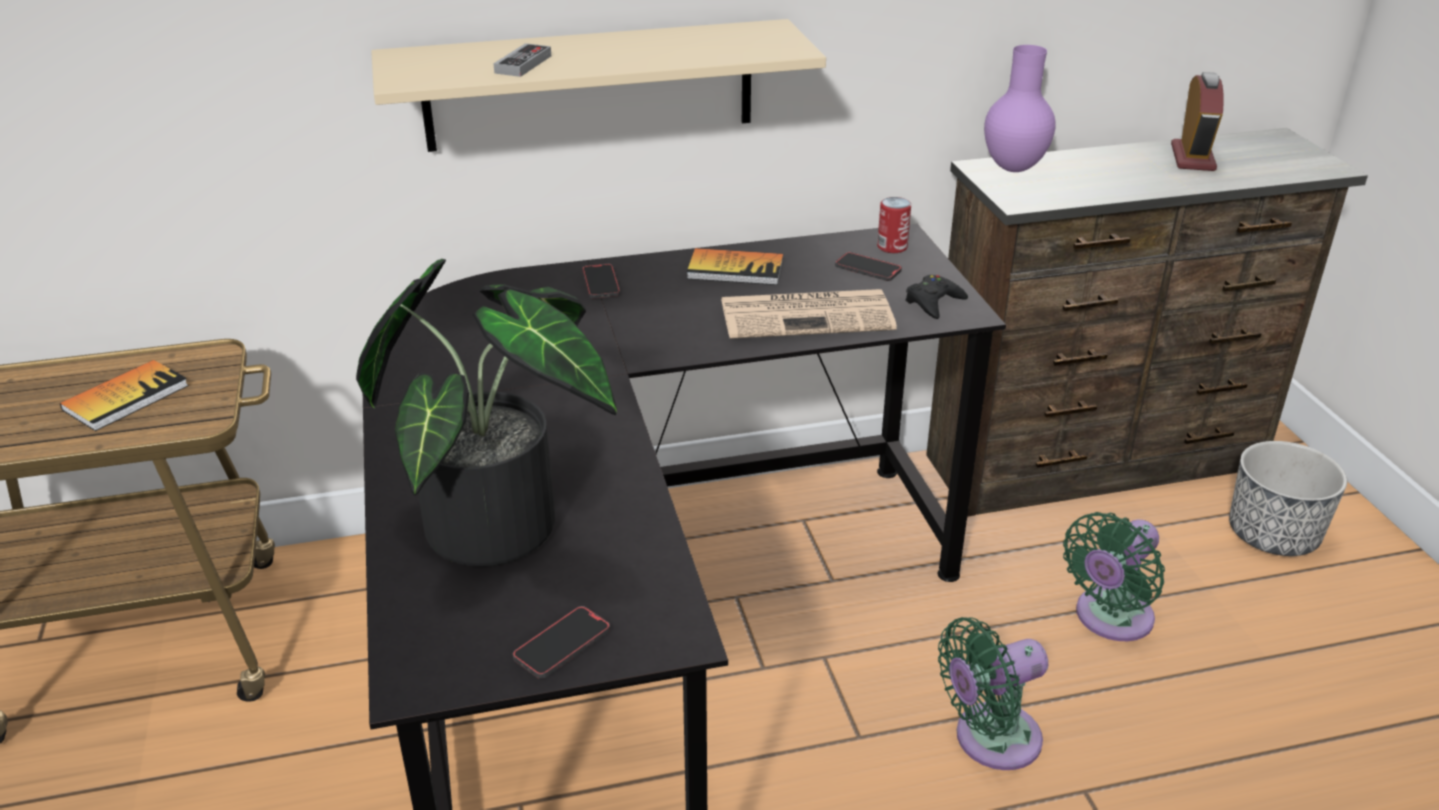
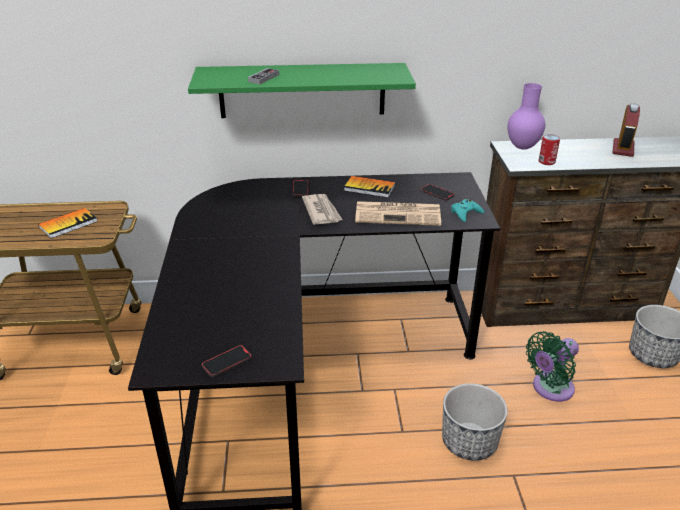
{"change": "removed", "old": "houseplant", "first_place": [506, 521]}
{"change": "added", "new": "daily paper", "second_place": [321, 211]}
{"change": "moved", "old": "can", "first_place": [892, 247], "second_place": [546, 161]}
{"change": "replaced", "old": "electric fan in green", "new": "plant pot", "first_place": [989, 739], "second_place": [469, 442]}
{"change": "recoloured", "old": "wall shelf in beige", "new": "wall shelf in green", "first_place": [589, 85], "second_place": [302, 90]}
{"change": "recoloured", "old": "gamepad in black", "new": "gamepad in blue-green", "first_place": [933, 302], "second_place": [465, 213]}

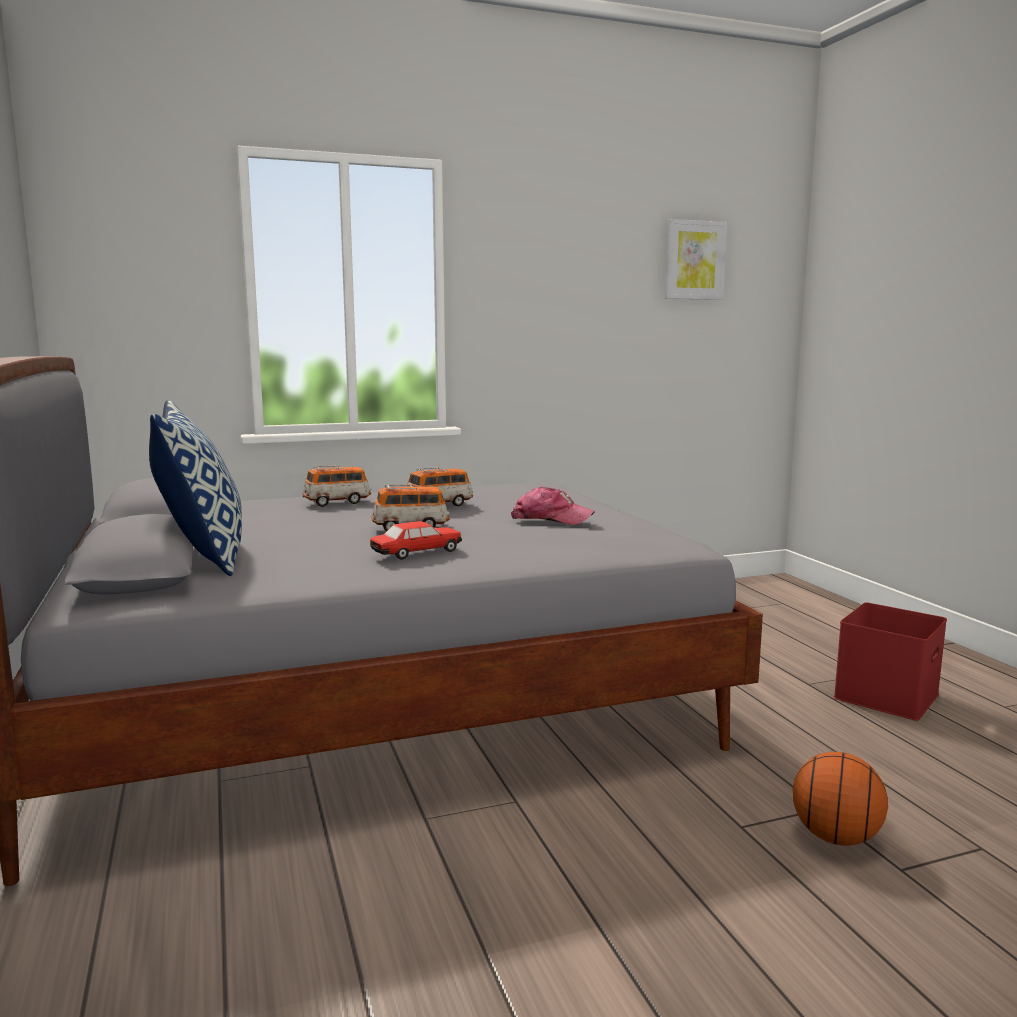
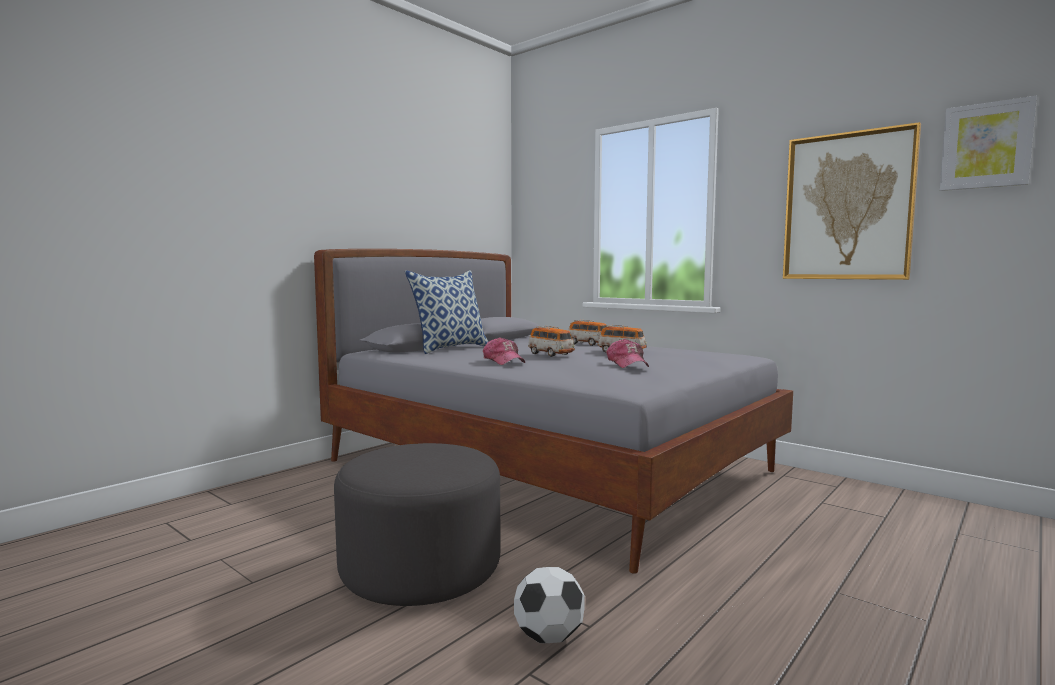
{"change": "removed", "old": "storage bin in red", "first_place": [885, 695]}
{"change": "added", "new": "pouffe in gray", "second_place": [420, 569]}
{"change": "added", "new": "wall art", "second_place": [847, 207]}
{"change": "replaced", "old": "toy car", "new": "baseball cap", "first_place": [416, 553], "second_place": [503, 361]}
{"change": "replaced", "old": "ball for basketball", "new": "football", "first_place": [835, 837], "second_place": [549, 637]}

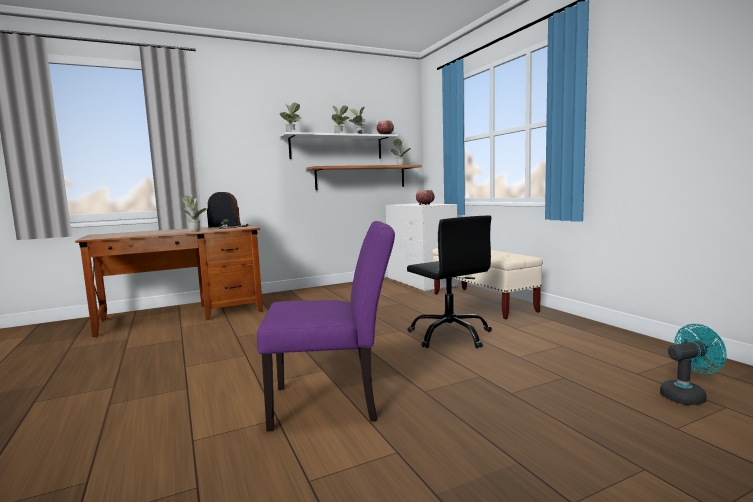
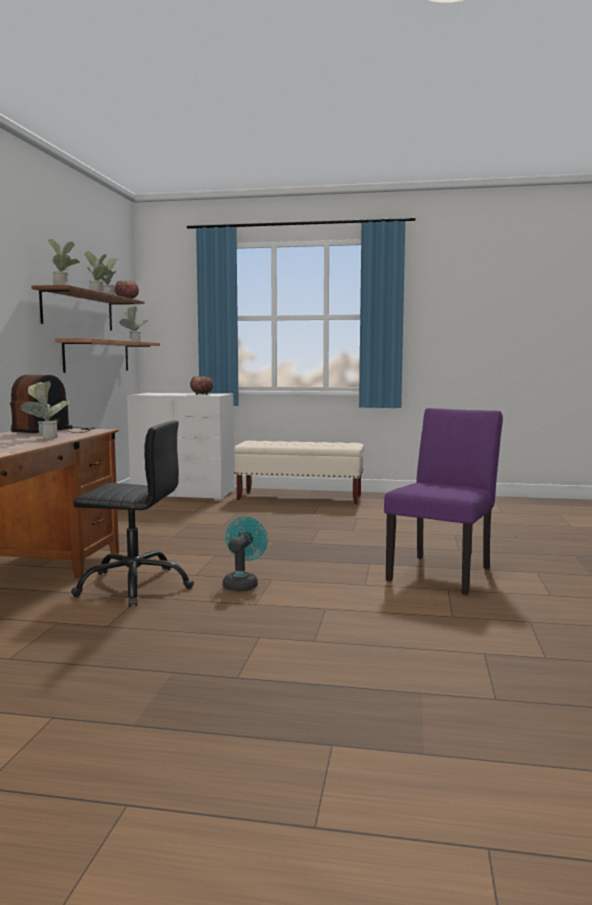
{"change": "moved", "old": "desk chair in black", "first_place": [450, 335], "second_place": [134, 585]}
{"change": "moved", "old": "electric fan in blue-green", "first_place": [687, 395], "second_place": [242, 584]}
{"change": "recoloured", "old": "wall shelf in whitish", "new": "wall shelf in brown-coloured", "first_place": [336, 147], "second_place": [78, 311]}

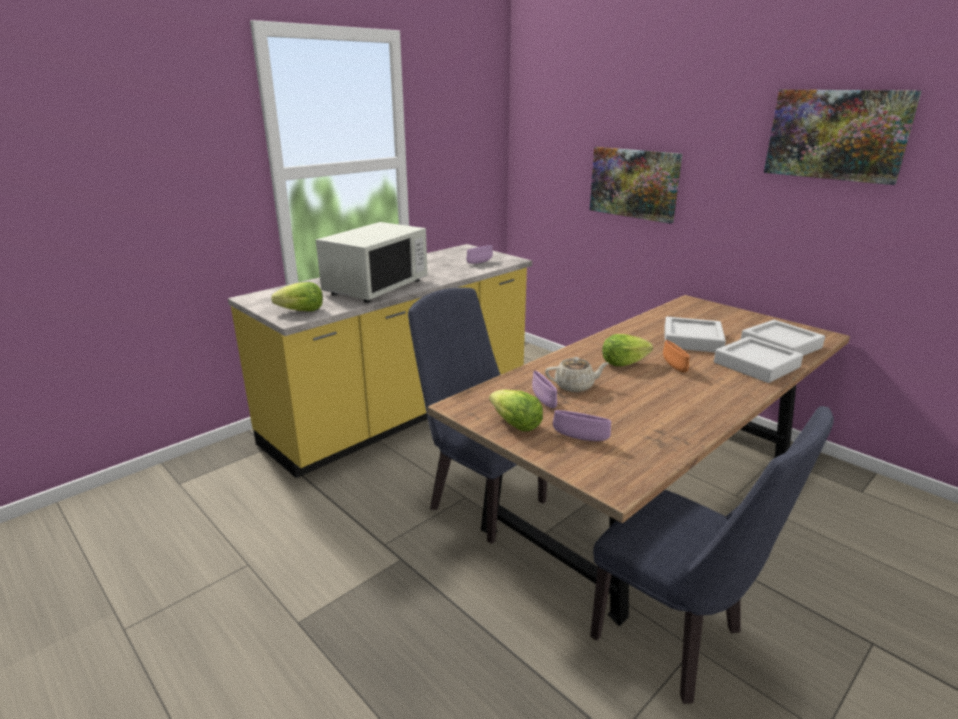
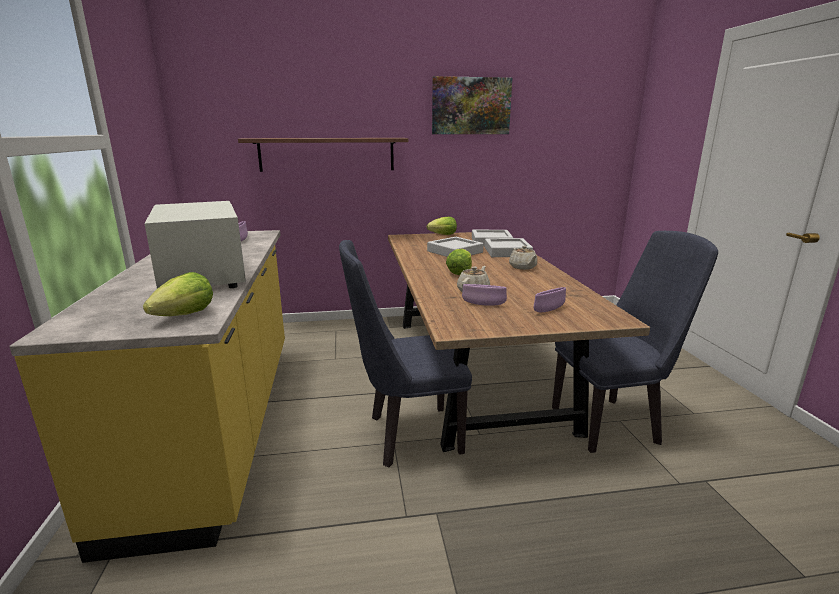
{"change": "removed", "old": "serving bowl in orange-coloured", "first_place": [674, 367]}
{"change": "added", "new": "pot for tea in beige", "second_place": [523, 267]}
{"change": "moved", "old": "lettuce head", "first_place": [516, 425], "second_place": [443, 235]}
{"change": "replaced", "old": "wall art", "new": "wall shelf", "first_place": [634, 183], "second_place": [327, 154]}

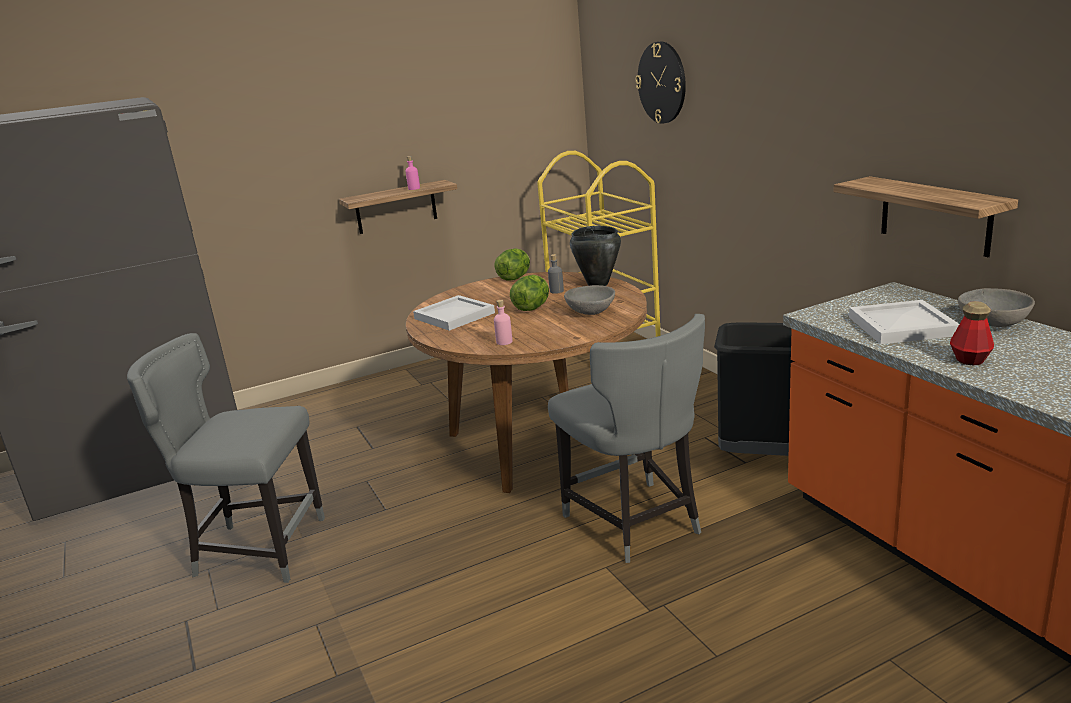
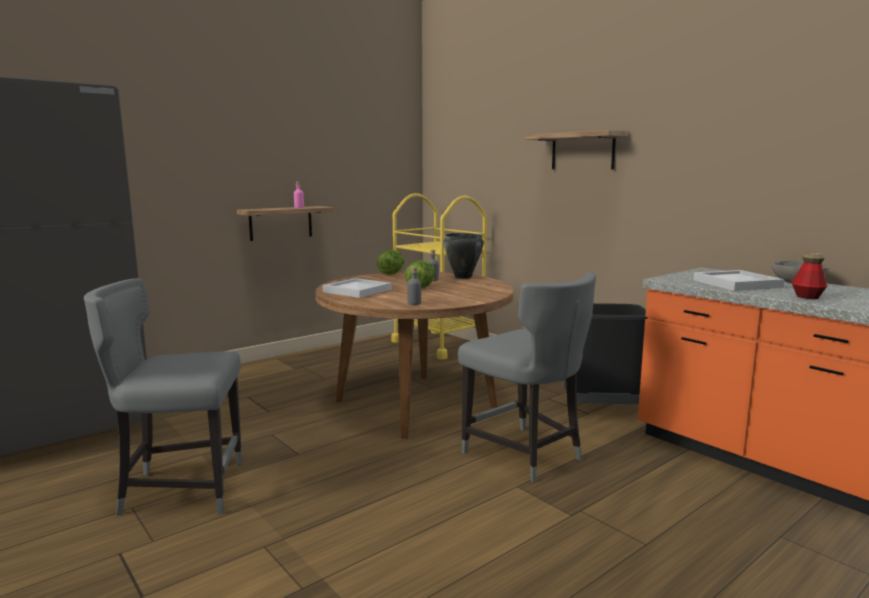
{"change": "removed", "old": "serving bowl in gray", "first_place": [591, 312]}
{"change": "removed", "old": "wall clock", "first_place": [662, 82]}
{"change": "moved", "old": "wall shelf", "first_place": [935, 215], "second_place": [582, 151]}
{"change": "recoloured", "old": "drink bottle in pinkish", "new": "drink bottle in gray", "first_place": [504, 342], "second_place": [414, 303]}

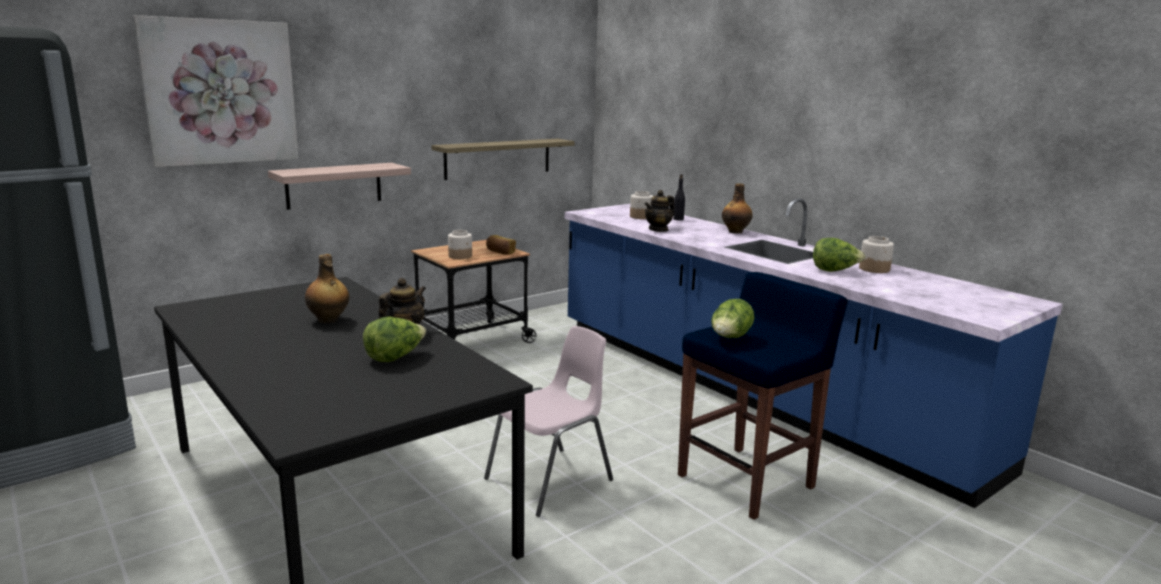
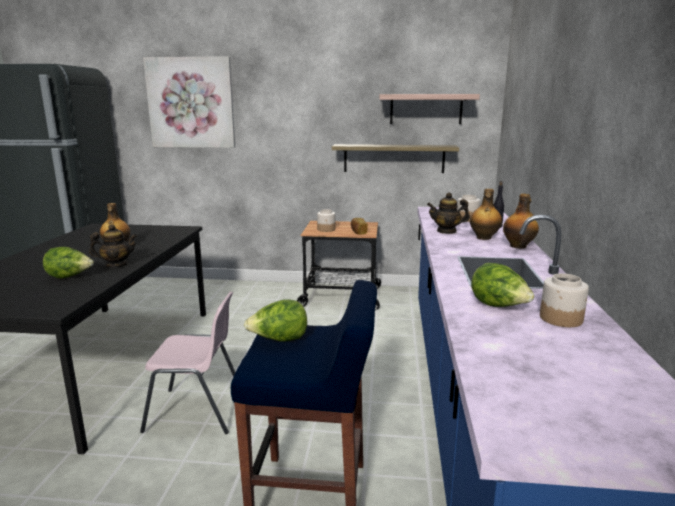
{"change": "added", "new": "drink bottle", "second_place": [483, 238]}
{"change": "moved", "old": "wall shelf", "first_place": [334, 185], "second_place": [426, 109]}

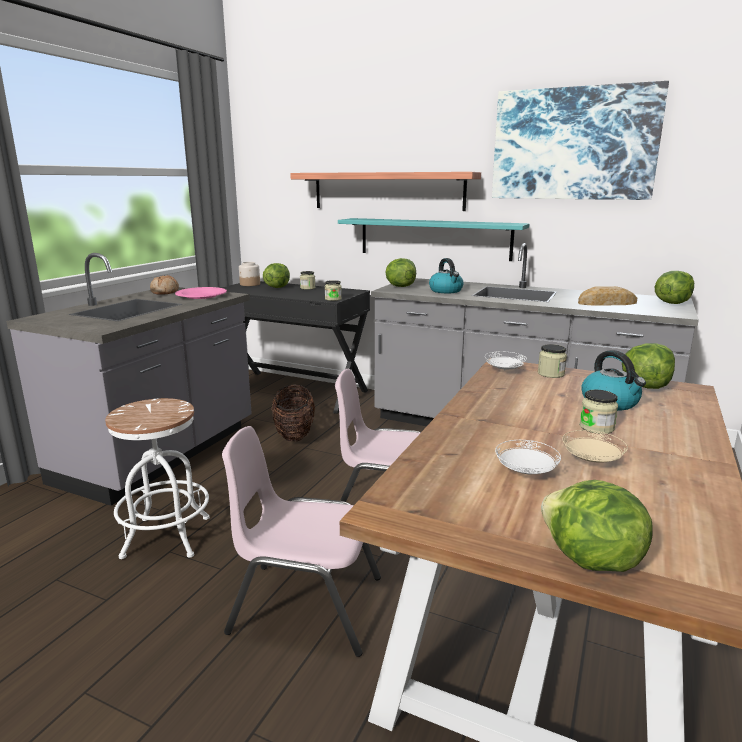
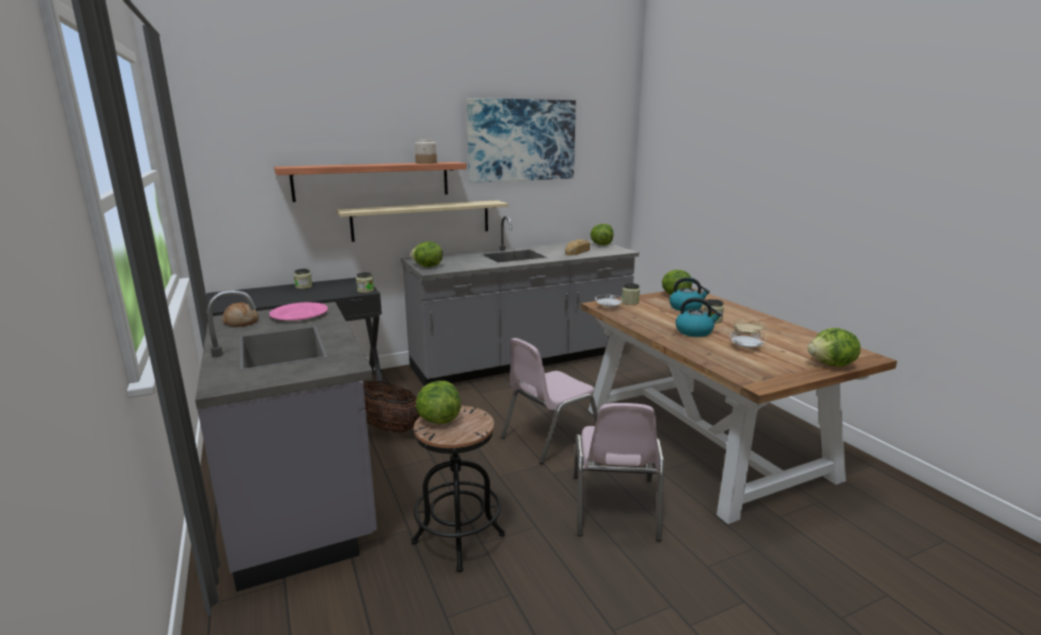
{"change": "moved", "old": "preserve jar", "first_place": [250, 284], "second_place": [426, 163]}
{"change": "moved", "old": "lettuce head", "first_place": [277, 287], "second_place": [438, 420]}
{"change": "moved", "old": "kettle", "first_place": [446, 291], "second_place": [694, 332]}
{"change": "recoloured", "old": "stool seat in whitish", "new": "stool seat in black", "first_place": [166, 537], "second_place": [458, 538]}
{"change": "recoloured", "old": "wall shelf in blue-green", "new": "wall shelf in beige", "first_place": [434, 238], "second_place": [422, 220]}
{"change": "turned", "old": "upright chair in pinkish", "first_place": [306, 605], "second_place": [615, 506], "degrees": -45}

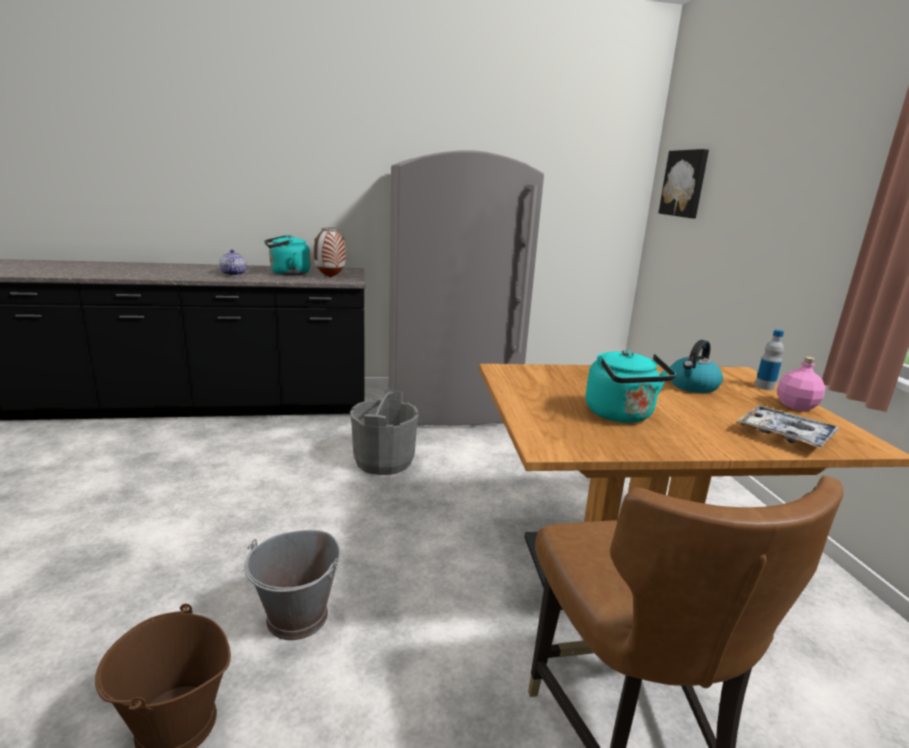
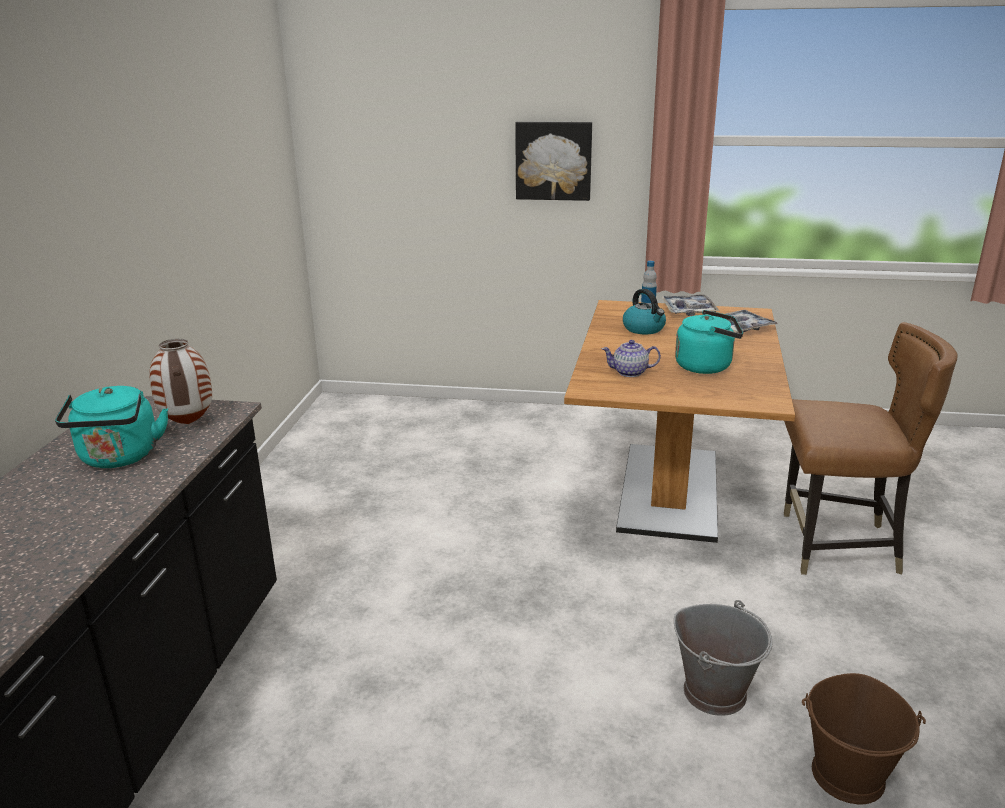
{"change": "removed", "old": "bucket in gray", "first_place": [383, 461]}
{"change": "removed", "old": "refrigerator in gray", "first_place": [451, 406]}
{"change": "moved", "old": "pot for tea", "first_place": [233, 274], "second_place": [630, 372]}
{"change": "moved", "old": "wall art", "first_place": [685, 183], "second_place": [553, 160]}
{"change": "replaced", "old": "drink bottle in pinkish", "new": "tray", "first_place": [796, 406], "second_place": [688, 310]}

